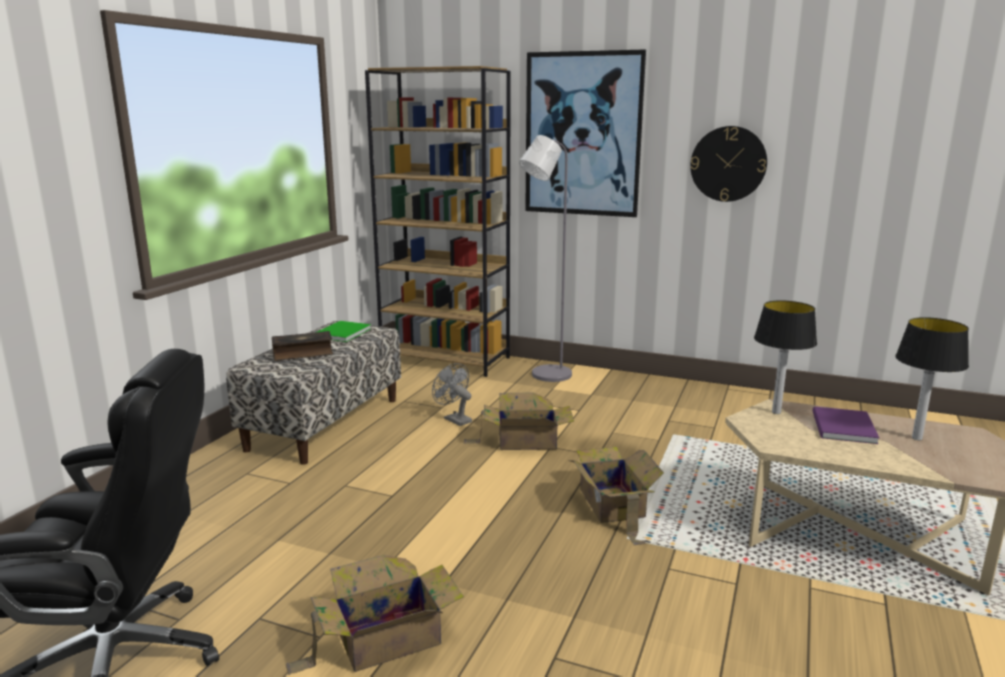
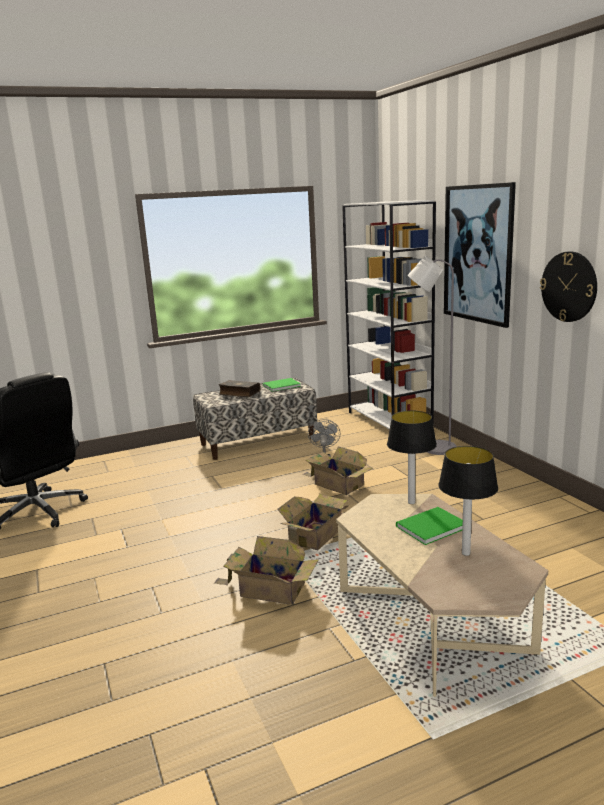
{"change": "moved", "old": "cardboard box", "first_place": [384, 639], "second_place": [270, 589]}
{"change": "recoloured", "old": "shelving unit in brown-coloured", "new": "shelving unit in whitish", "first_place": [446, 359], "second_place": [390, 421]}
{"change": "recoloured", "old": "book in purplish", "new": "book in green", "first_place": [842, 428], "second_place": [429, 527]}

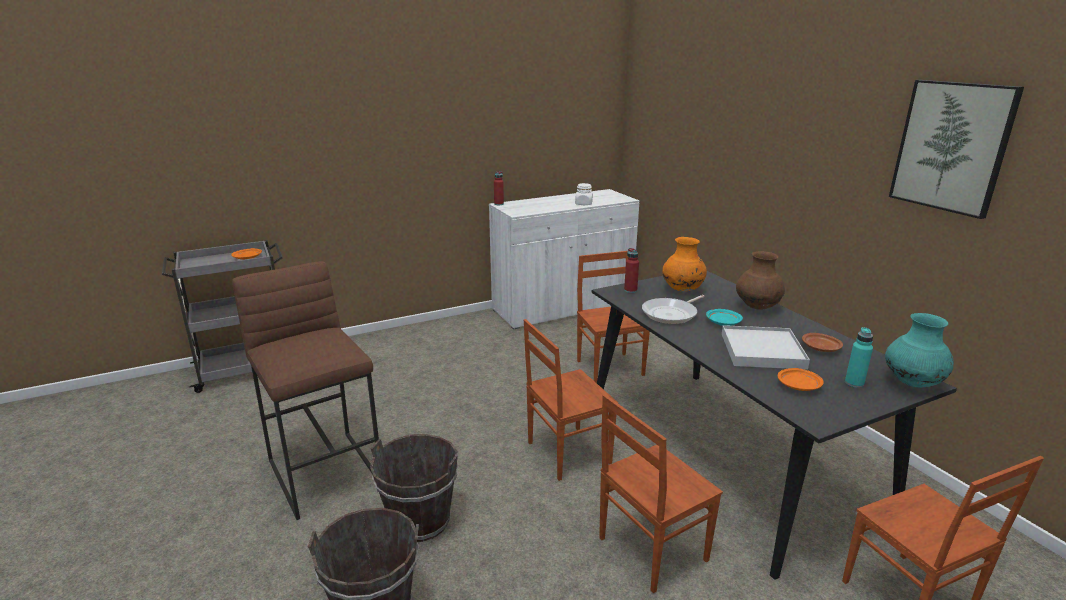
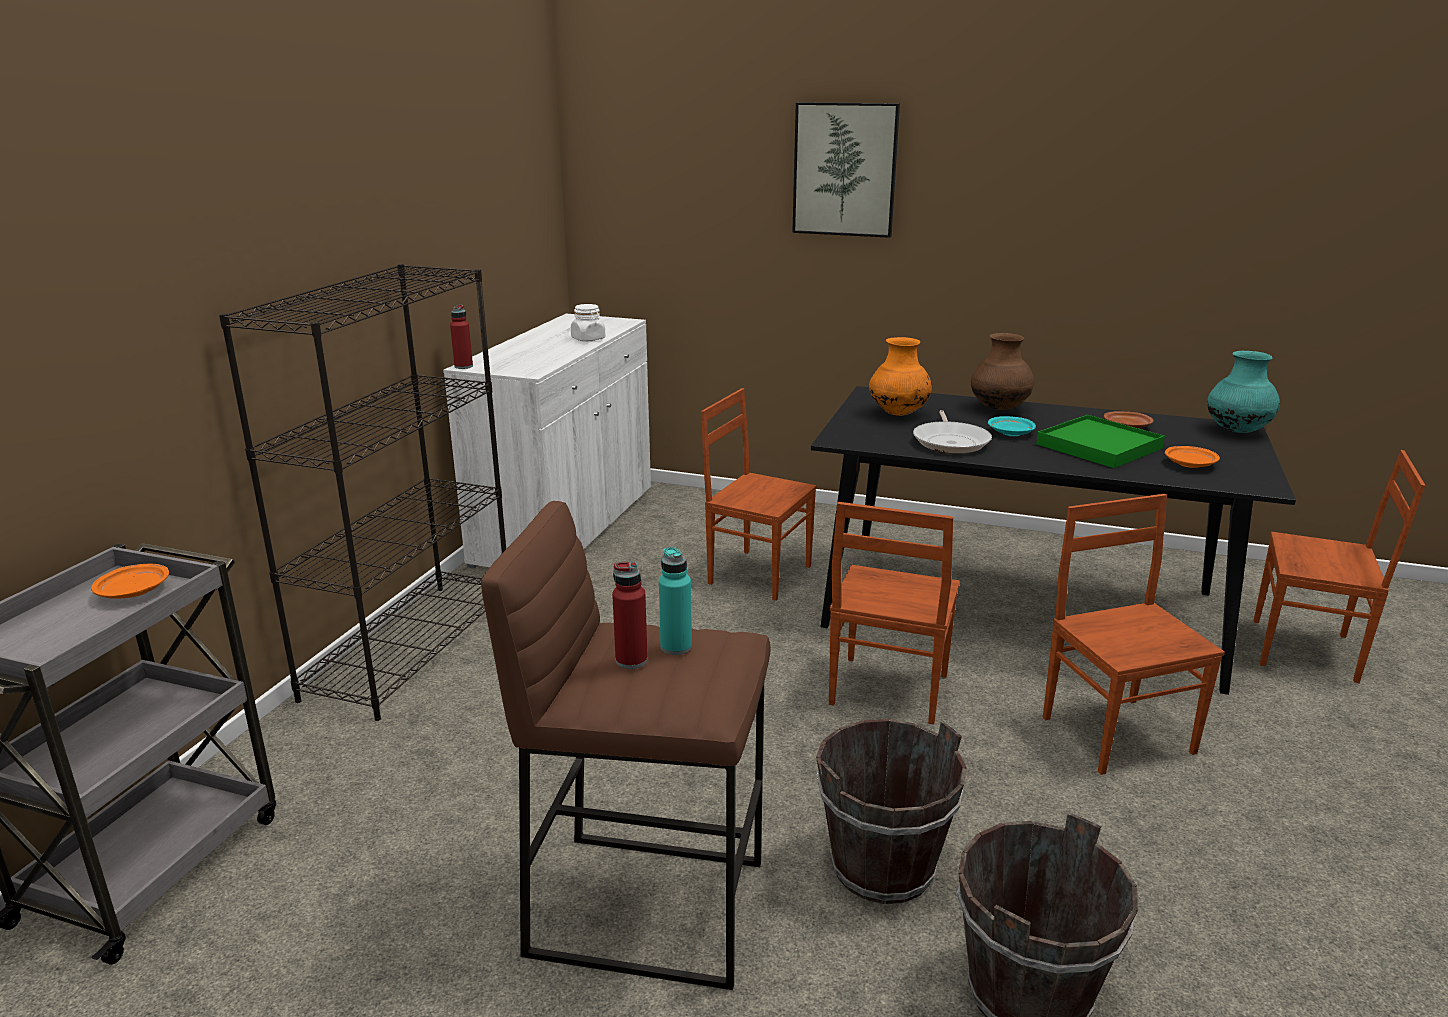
{"change": "added", "new": "shelving unit in black", "second_place": [412, 646]}
{"change": "moved", "old": "drink bottle in red", "first_place": [630, 290], "second_place": [631, 660]}
{"change": "moved", "old": "drink bottle in blue-green", "first_place": [854, 383], "second_place": [676, 647]}
{"change": "moved", "old": "wall art", "first_place": [952, 147], "second_place": [845, 169]}
{"change": "recoloured", "old": "tray in whitish", "new": "tray in green", "first_place": [762, 351], "second_place": [1099, 446]}
{"change": "turned", "old": "upright chair in brown-coloured", "first_place": [650, 549], "second_place": [1117, 733], "degrees": 150}

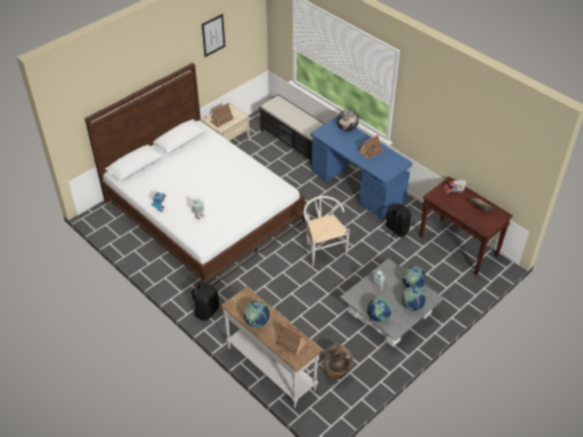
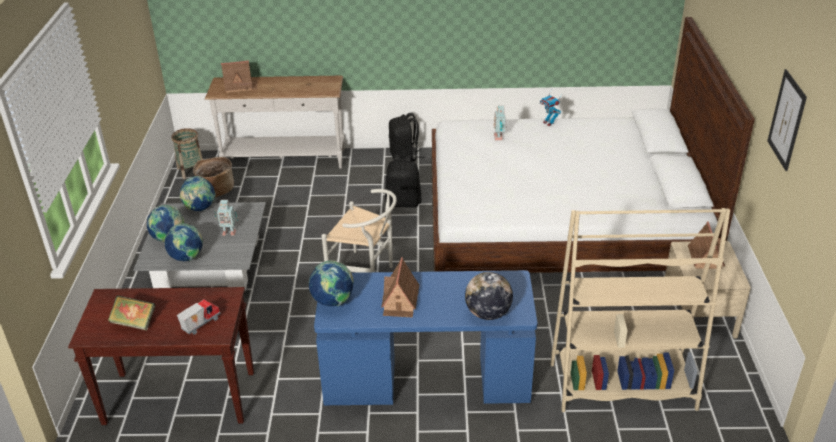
{"change": "added", "new": "household basket", "second_place": [191, 170]}
{"change": "moved", "old": "desk globe", "first_place": [256, 322], "second_place": [333, 302]}
{"change": "moved", "old": "knapsack in black", "first_place": [396, 230], "second_place": [403, 202]}
{"change": "replaced", "old": "indoor bench in black", "new": "shelving unit in beige", "first_place": [295, 142], "second_place": [621, 386]}

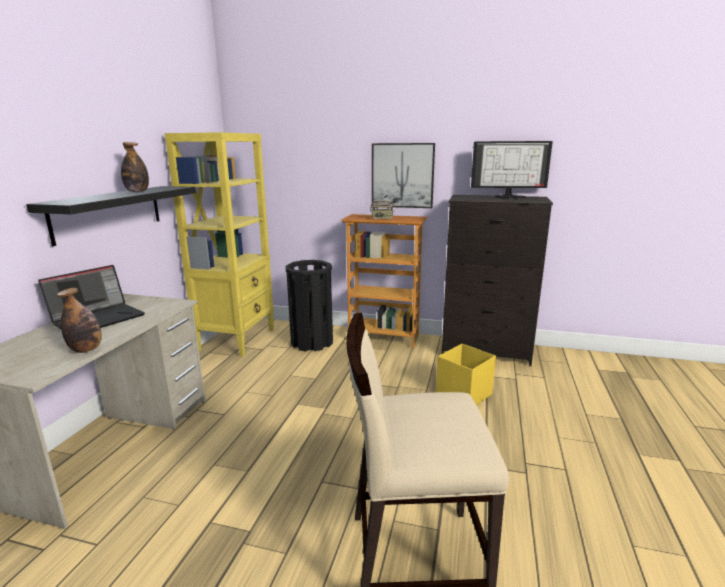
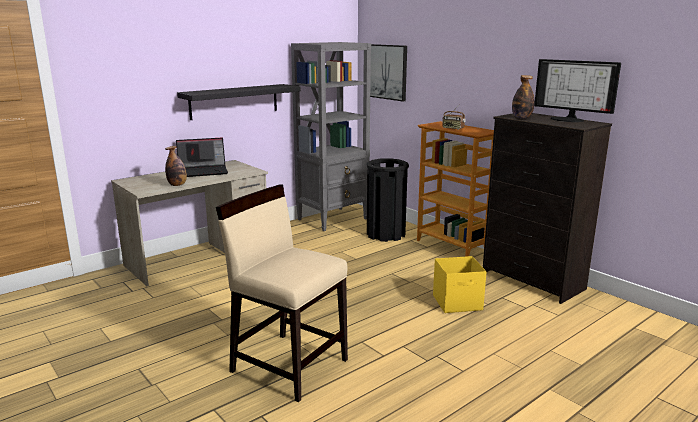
{"change": "moved", "old": "drink bottle", "first_place": [137, 191], "second_place": [521, 118]}
{"change": "moved", "old": "wall art", "first_place": [402, 175], "second_place": [387, 72]}
{"change": "recoloured", "old": "shelving unit in yellowish", "new": "shelving unit in gray", "first_place": [237, 339], "second_place": [333, 219]}

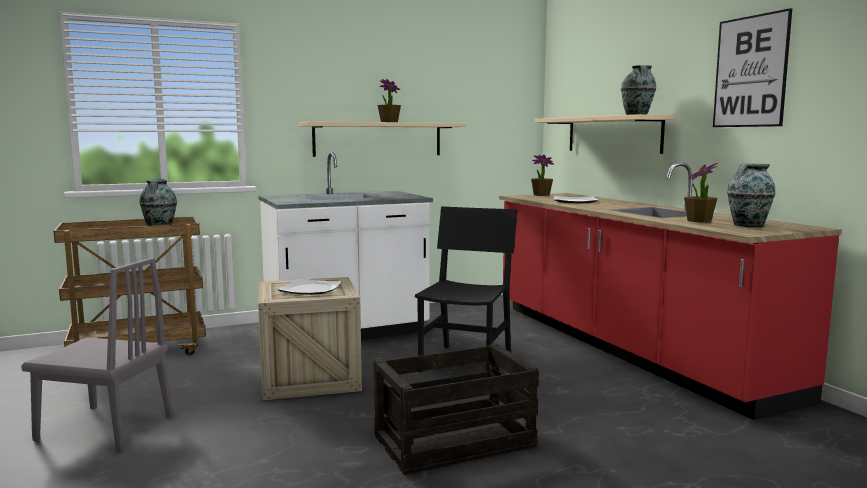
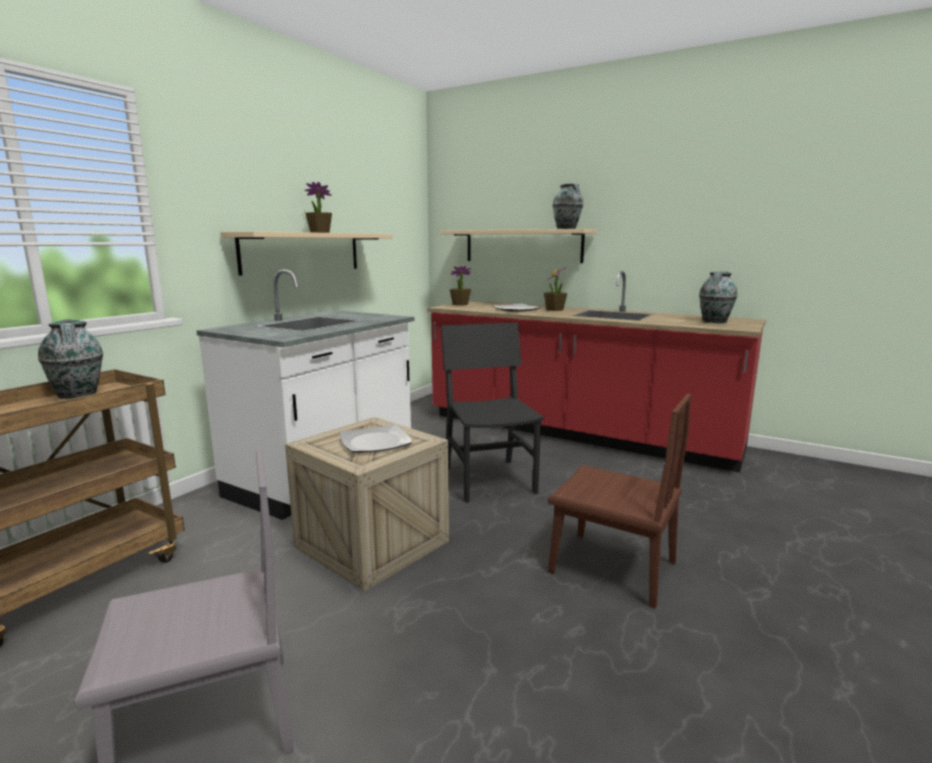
{"change": "removed", "old": "wall art", "first_place": [750, 72]}
{"change": "moved", "old": "houseplant", "first_place": [699, 221], "second_place": [554, 309]}
{"change": "replaced", "old": "crate", "new": "upright chair in brown-coloured", "first_place": [453, 442], "second_place": [612, 567]}

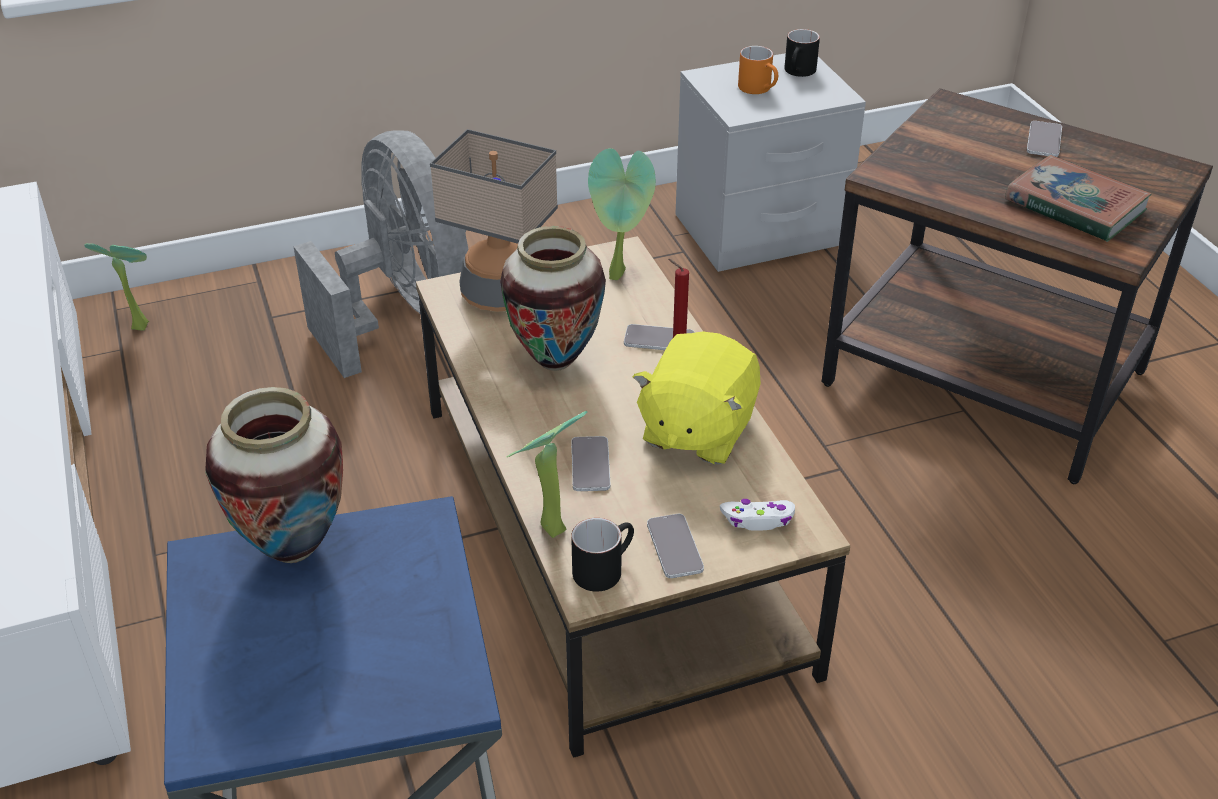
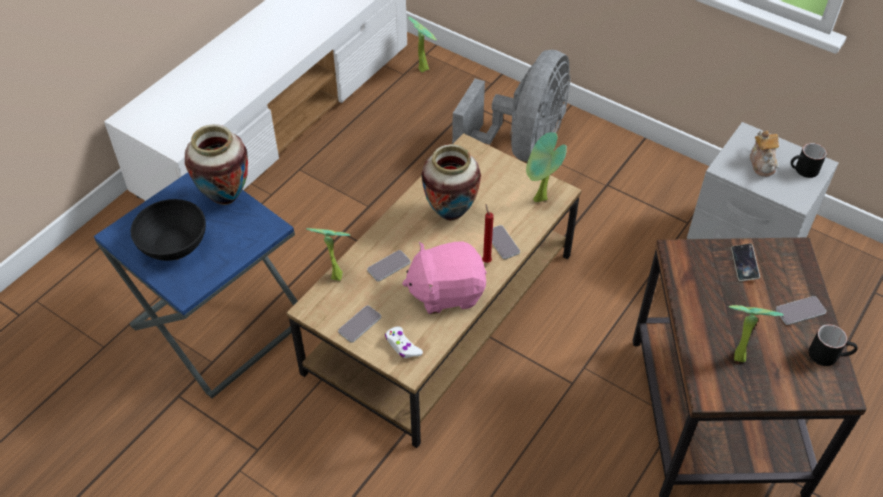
{"change": "removed", "old": "tabletop lamp", "first_place": [501, 293]}
{"change": "added", "new": "serving bowl in black", "second_place": [174, 245]}
{"change": "added", "new": "handset", "second_place": [744, 264]}
{"change": "moved", "old": "coffee mug in black", "first_place": [603, 567], "second_place": [829, 355]}
{"change": "replaced", "old": "coffee mug in orange-coloured", "new": "pot for tea", "first_place": [759, 89], "second_place": [762, 163]}
{"change": "replaced", "old": "book", "new": "houseplant", "first_place": [1074, 206], "second_place": [736, 354]}
{"change": "recoloured", "old": "plush toy in yellowish", "new": "plush toy in pinkish", "first_place": [696, 430], "second_place": [446, 292]}

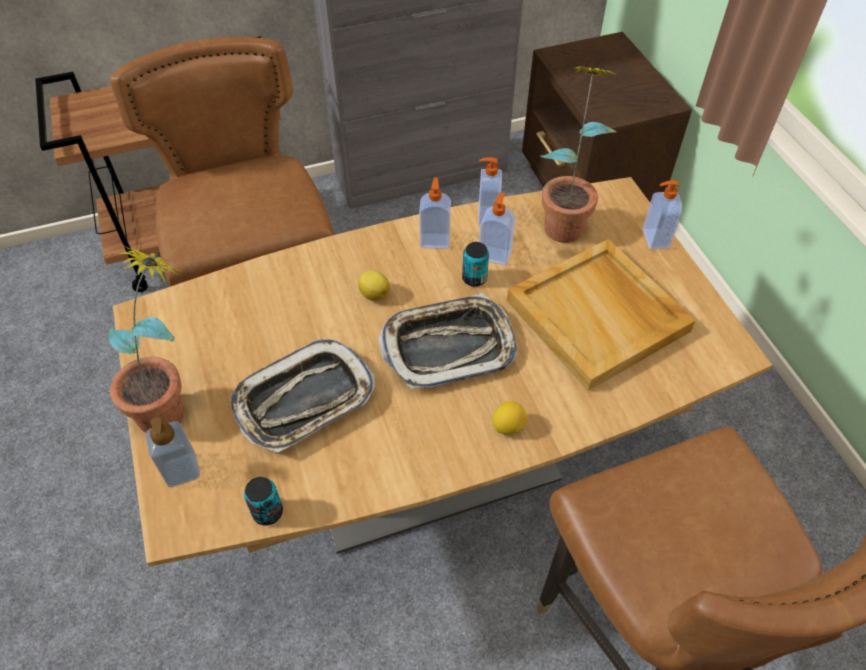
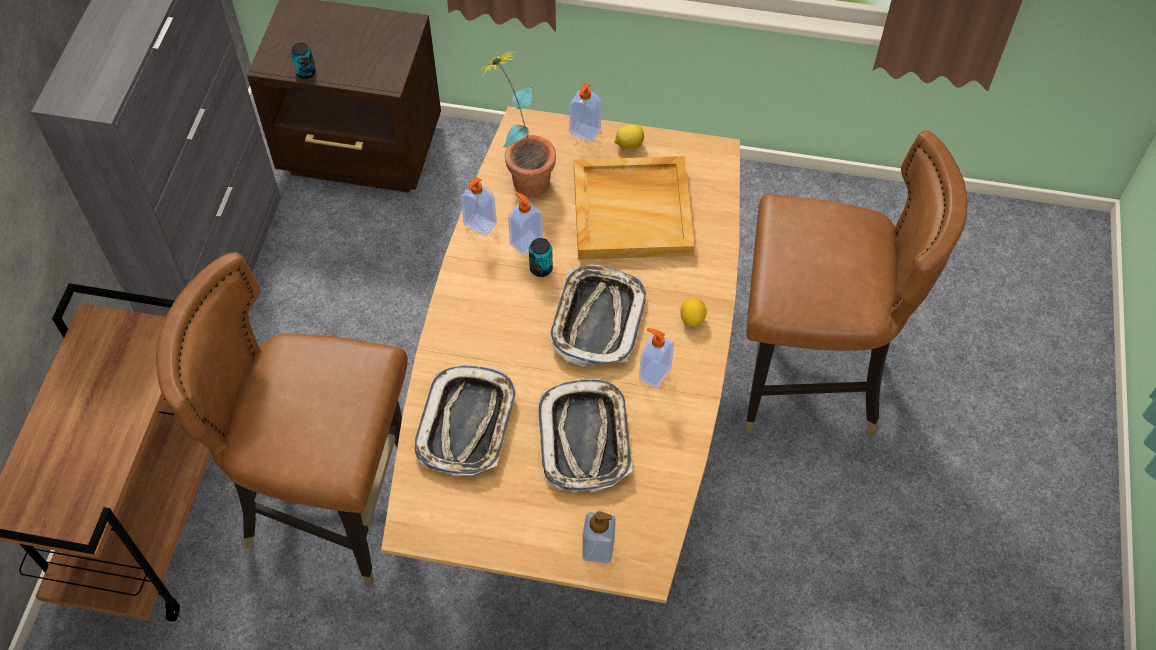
{"change": "removed", "old": "houseplant", "first_place": [174, 405]}
{"change": "added", "new": "tray", "second_place": [467, 425]}
{"change": "moved", "old": "can", "first_place": [268, 512], "second_place": [305, 72]}
{"change": "moved", "old": "citrus fruit", "first_place": [374, 294], "second_place": [628, 145]}
{"change": "moved", "old": "liquid soap bottle", "first_place": [435, 240], "second_place": [654, 373]}

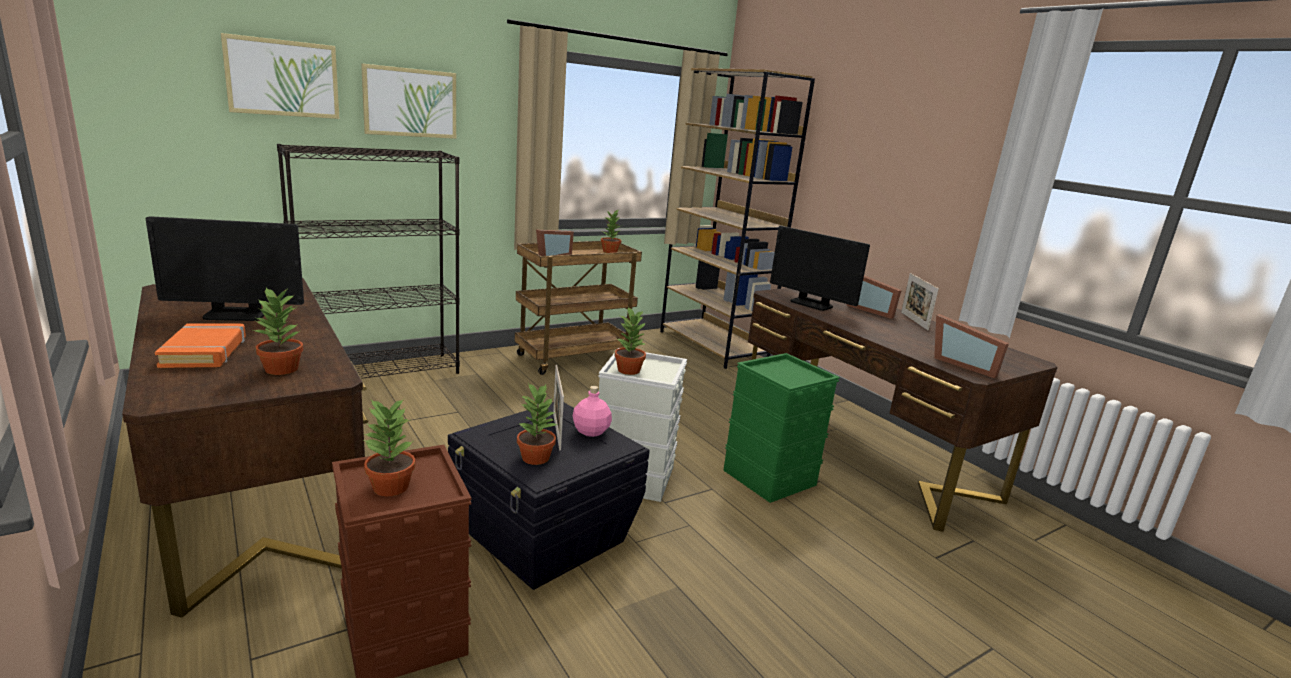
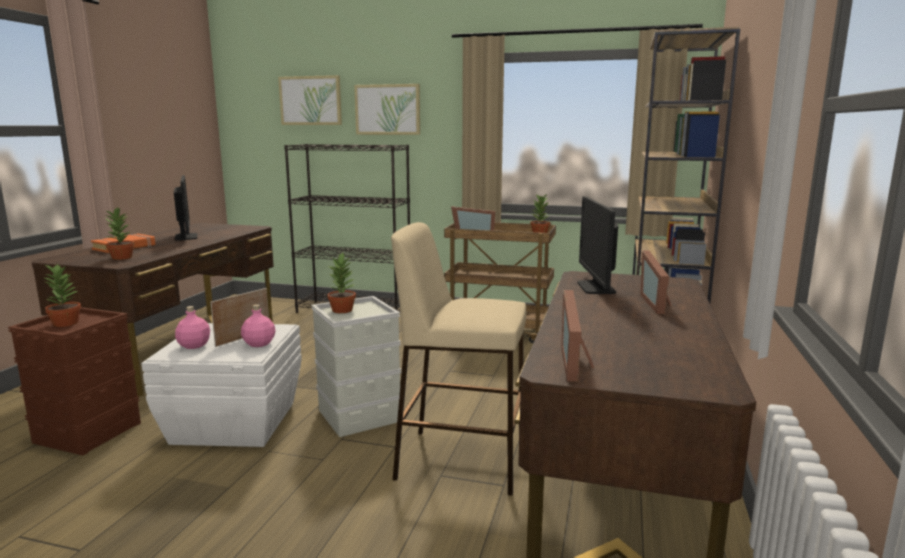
{"change": "removed", "old": "picture frame", "first_place": [914, 321]}
{"change": "replaced", "old": "houseplant", "new": "drink bottle in pinkish", "first_place": [535, 457], "second_place": [194, 345]}
{"change": "replaced", "old": "storage bin in green", "new": "stool seat in beige", "first_place": [768, 477], "second_place": [460, 460]}
{"change": "recoloured", "old": "storage bin in black", "new": "storage bin in whitish", "first_place": [544, 537], "second_place": [233, 423]}
{"change": "turned", "old": "computer display", "first_place": [236, 315], "second_place": [186, 237], "degrees": -150}

